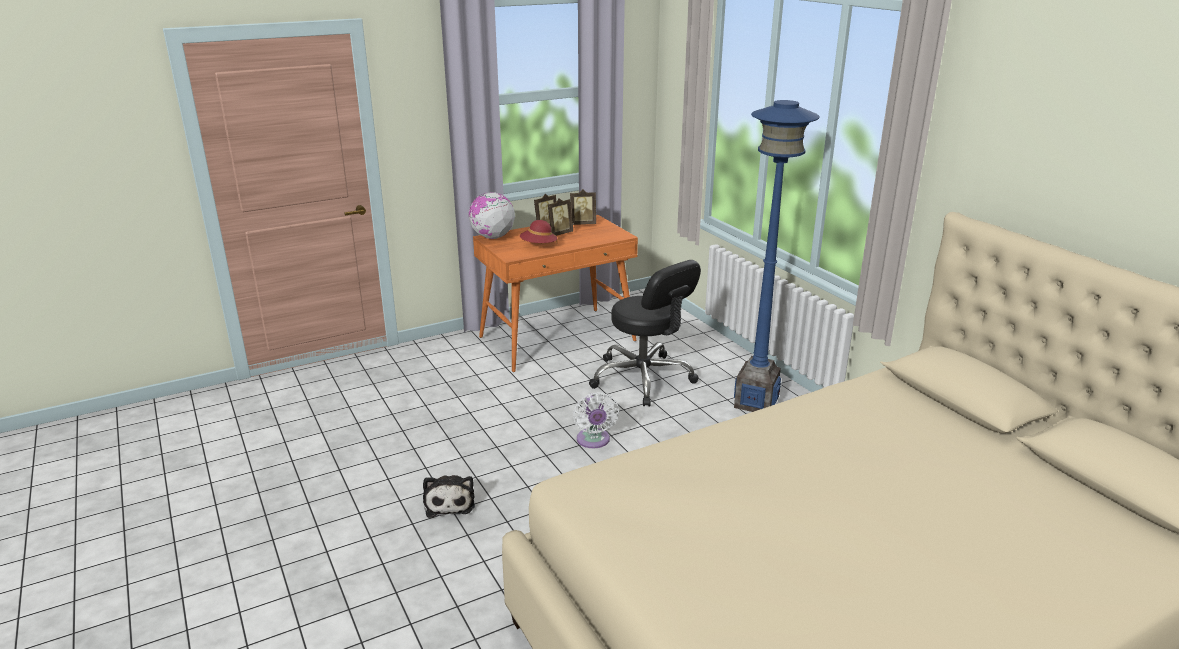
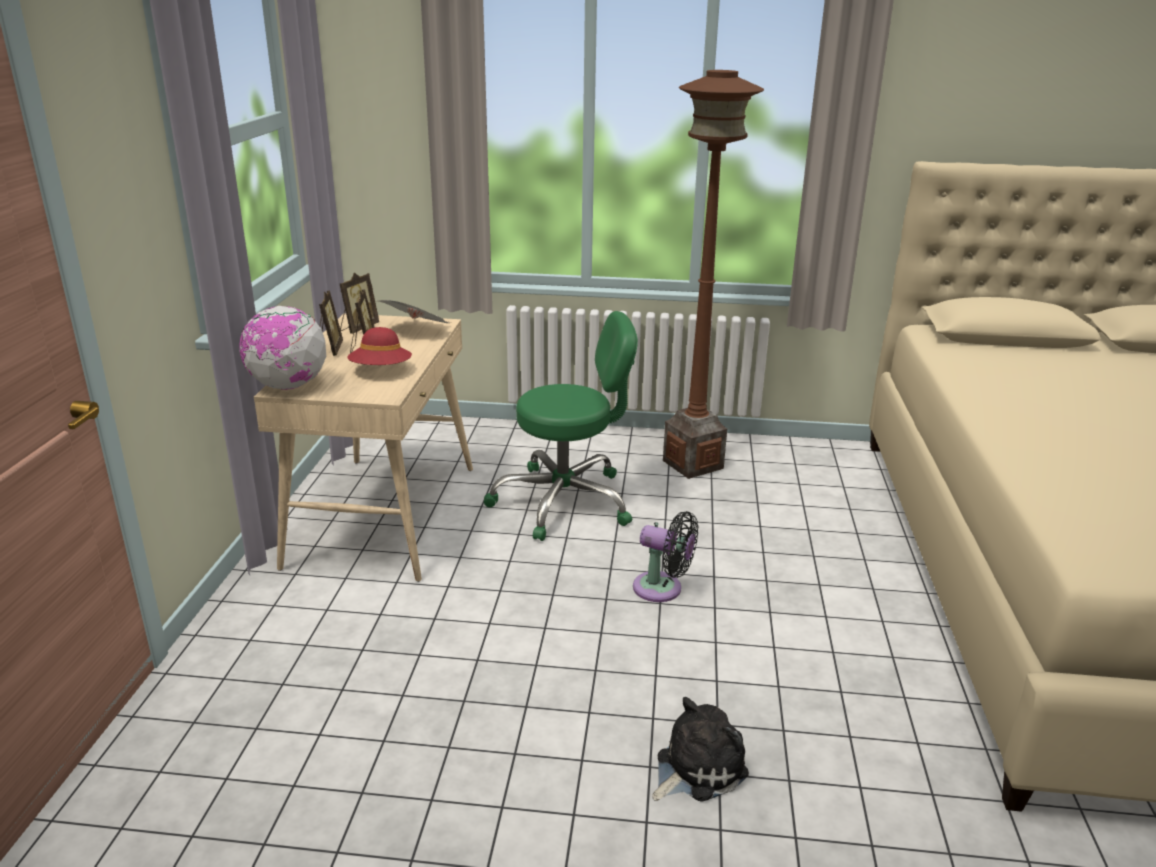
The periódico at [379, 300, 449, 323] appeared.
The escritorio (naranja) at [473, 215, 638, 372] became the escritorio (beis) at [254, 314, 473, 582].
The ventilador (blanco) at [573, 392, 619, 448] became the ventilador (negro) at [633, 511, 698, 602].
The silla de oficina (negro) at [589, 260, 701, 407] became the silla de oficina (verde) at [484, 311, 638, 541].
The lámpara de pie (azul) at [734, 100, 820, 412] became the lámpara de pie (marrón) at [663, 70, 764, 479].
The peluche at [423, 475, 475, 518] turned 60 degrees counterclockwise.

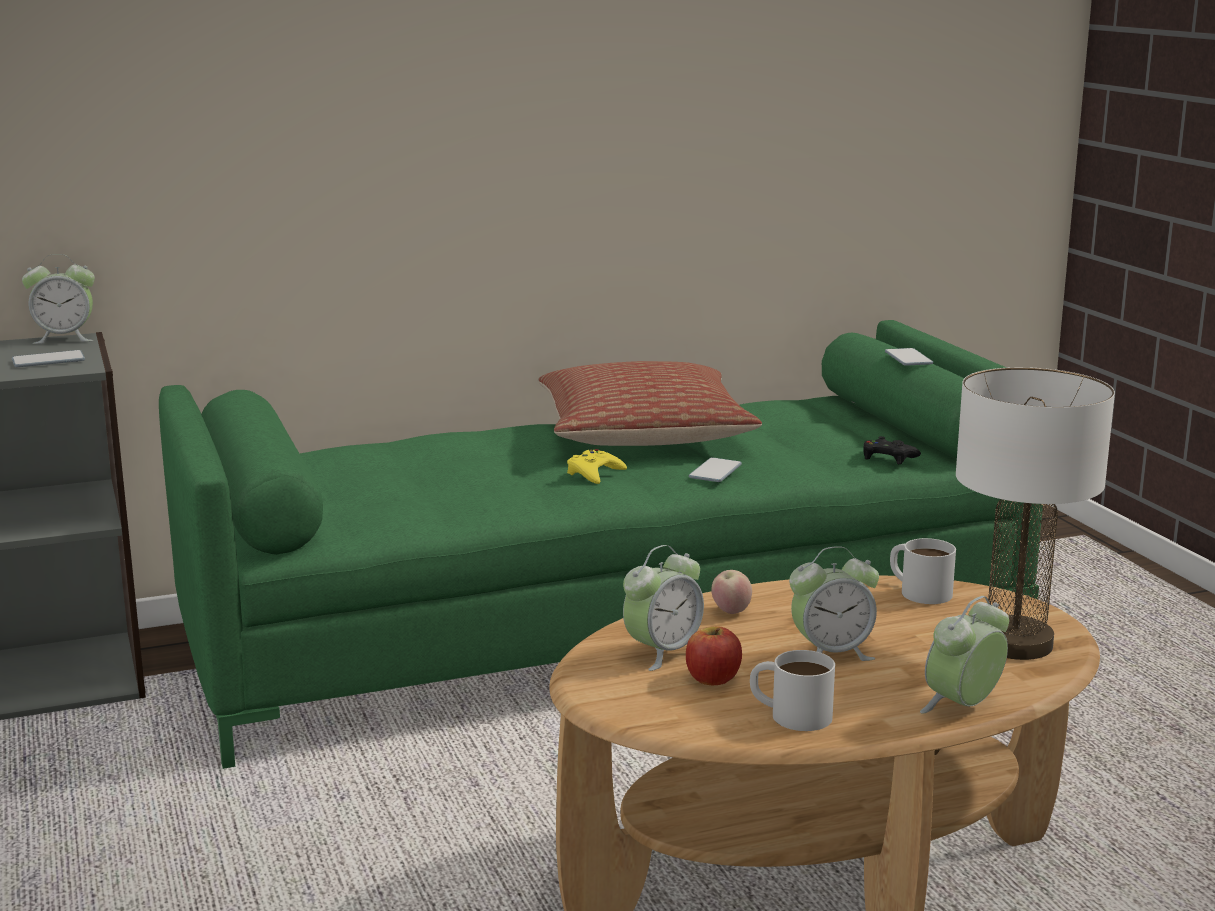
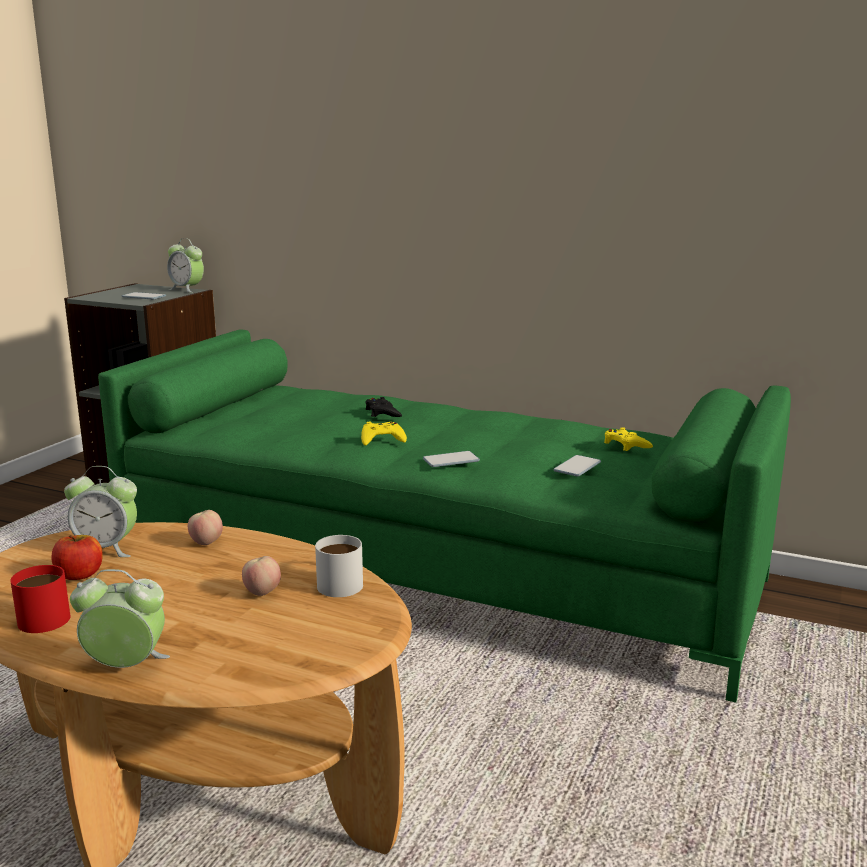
The cojín at [538, 361, 762, 446] disappeared.
The despertador at [789, 546, 879, 661] disappeared.
The lámpara de mesa at [956, 367, 1115, 660] disappeared.
The manzana at [242, 556, 281, 596] appeared.
The mando de consola (amarillo) at [604, 427, 653, 451] appeared.
The mando de consola (negro) moved from [863, 436, 921, 464] to [365, 397, 402, 417].
The móvil moved from [885, 348, 933, 366] to [553, 455, 601, 476].
The taza grande (blanco) at [750, 650, 835, 731] became the taza grande (rojo) at [10, 565, 70, 633].

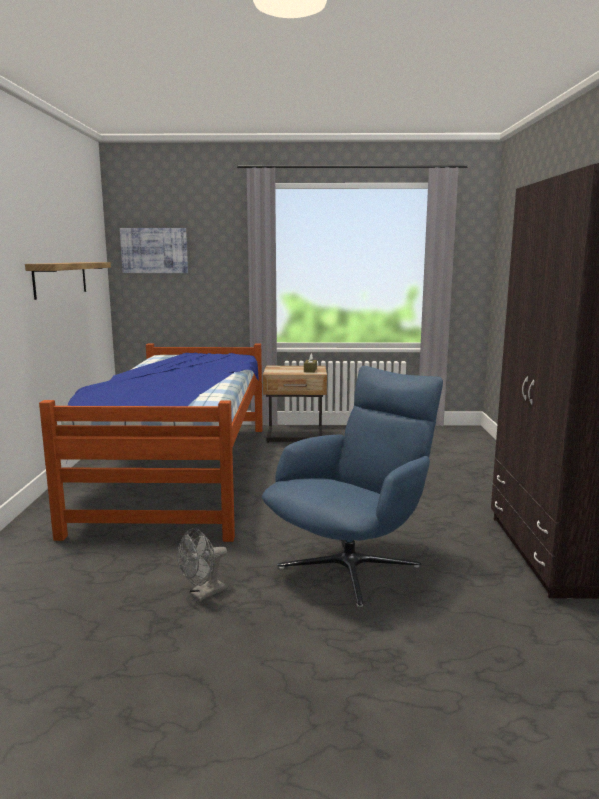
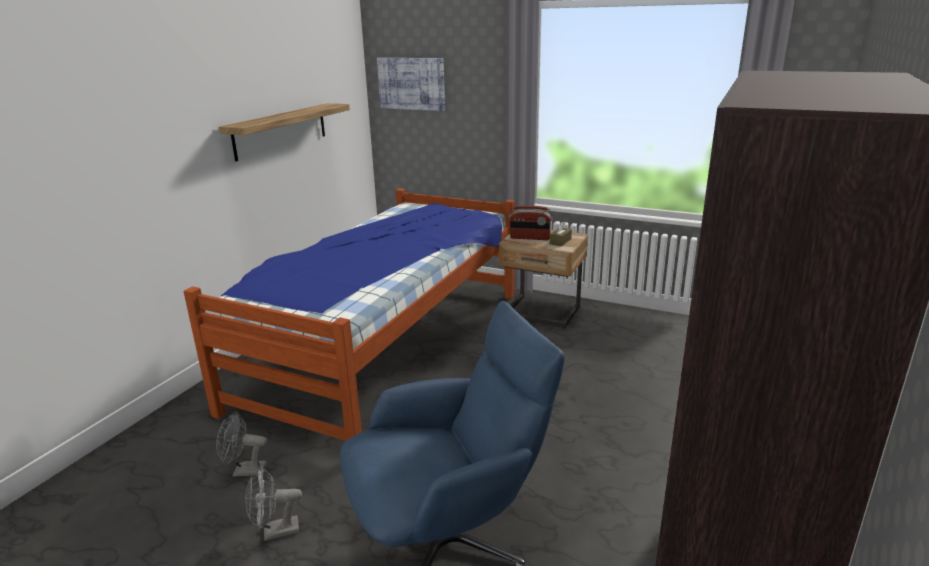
The ventilador (gris) at [216, 412, 267, 477] appeared.
The radio at [509, 206, 552, 240] appeared.

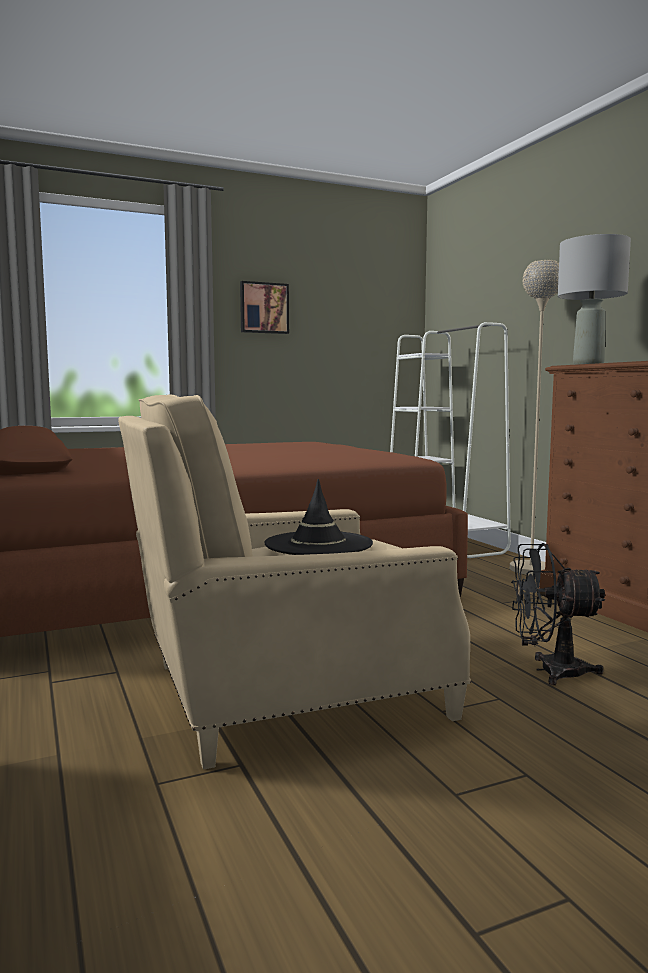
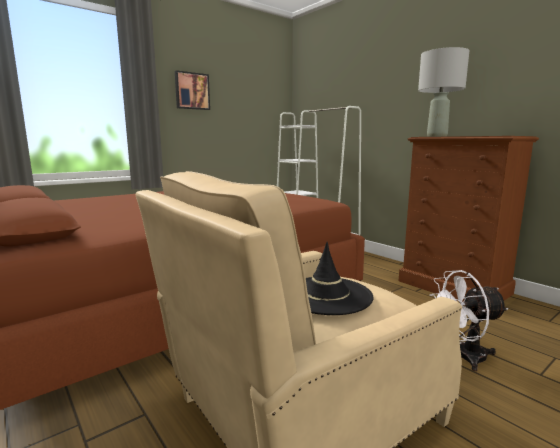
The lámpara de pie (beis) at [510, 260, 559, 575] disappeared.
The ventilador (negro) at [511, 543, 605, 685] became the ventilador (blanco) at [430, 270, 508, 371].

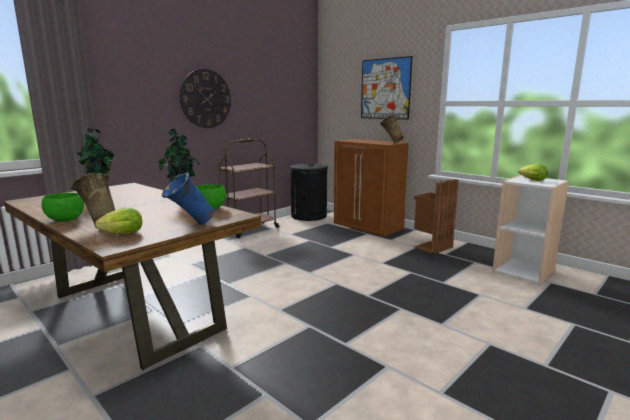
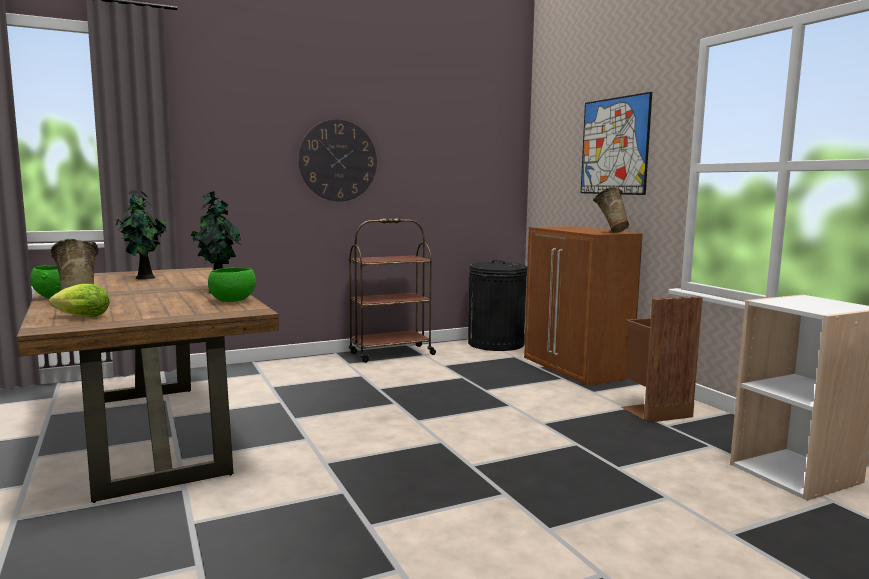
The florero (azul) at [162, 172, 215, 225] disappeared.
The lechuga at [518, 164, 548, 181] disappeared.

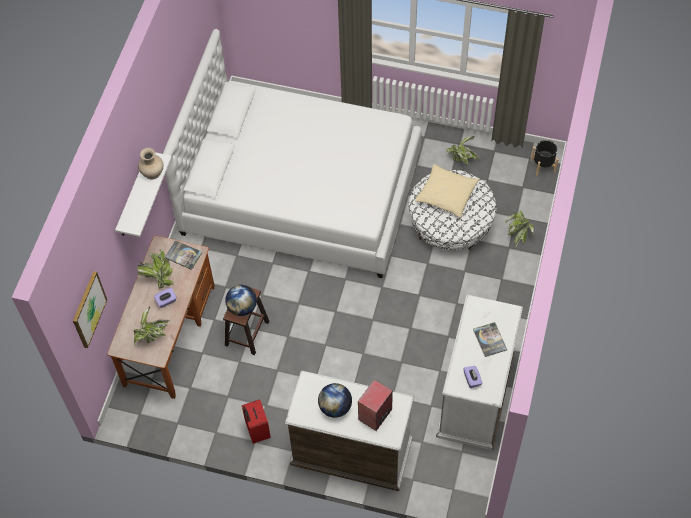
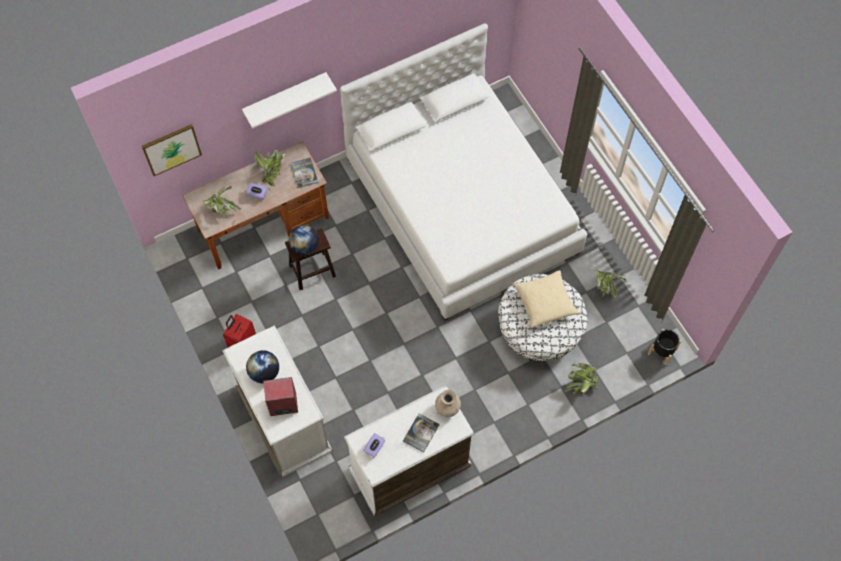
The florero (beis) moved from [138, 148, 164, 179] to [435, 390, 461, 417].

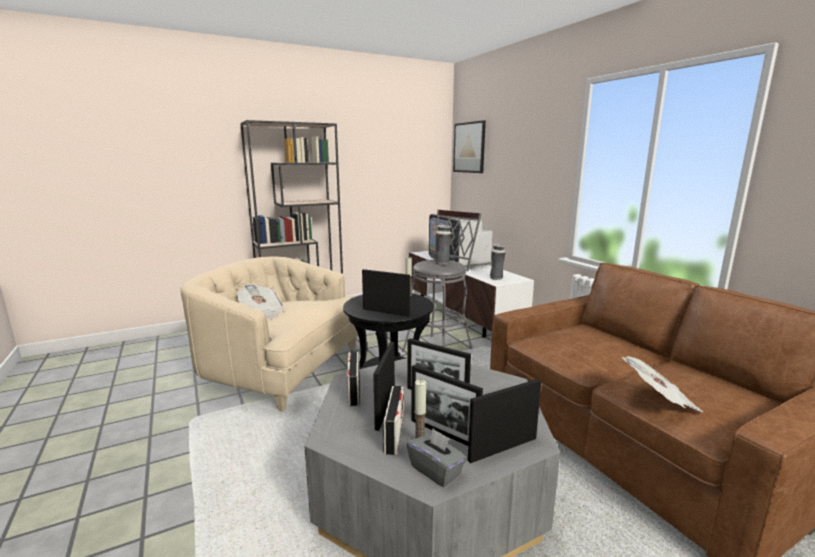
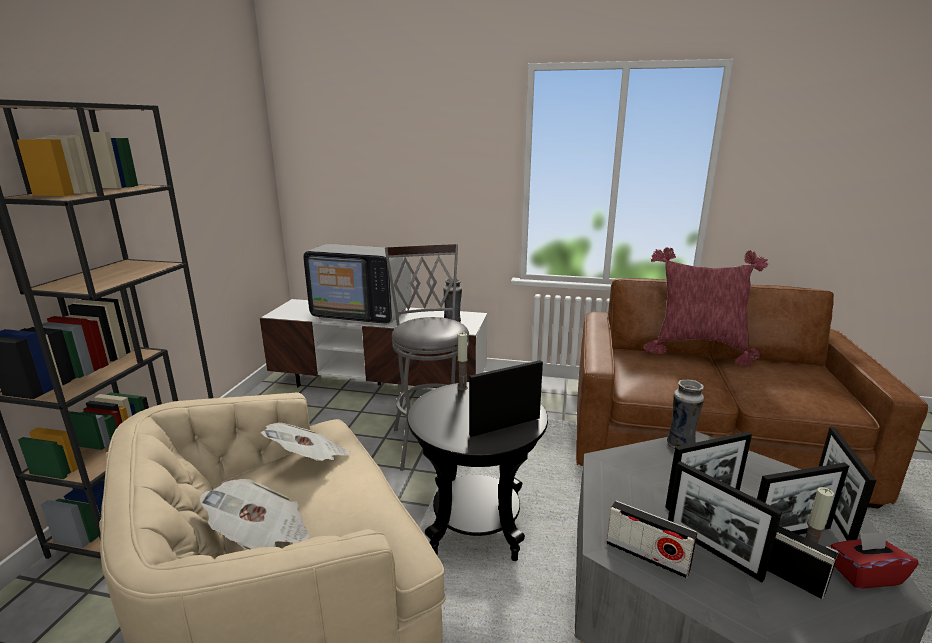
The cuadro at [453, 120, 486, 173] disappeared.
The cojín (rojo) at [643, 247, 768, 366] appeared.
The florero moved from [435, 225, 451, 265] to [667, 379, 704, 449].
The periódico moved from [622, 356, 703, 412] to [260, 422, 351, 461].
The caja de pañuelos (gris) at [407, 428, 467, 487] became the caja de pañuelos (rojo) at [831, 532, 918, 589].

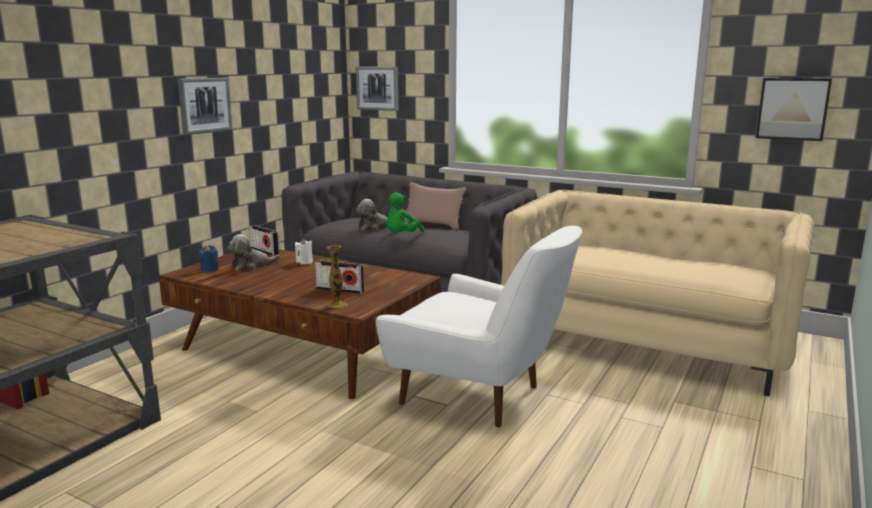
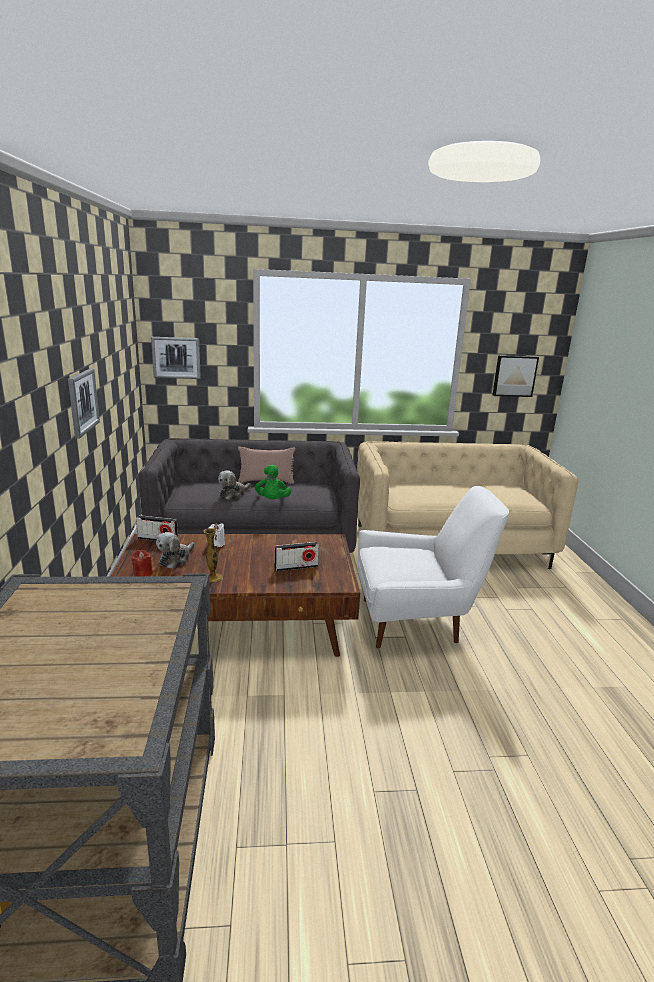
The florero moved from [326, 245, 348, 308] to [203, 528, 223, 582].
The vela (azul) at [199, 245, 219, 272] became the vela (rojo) at [131, 550, 153, 576].

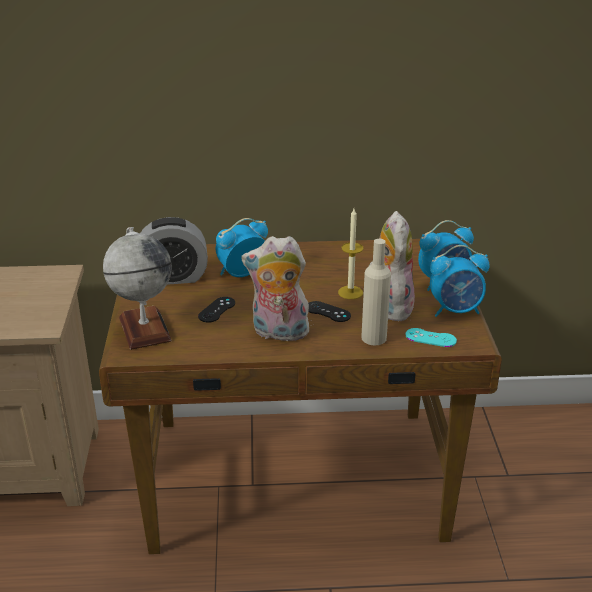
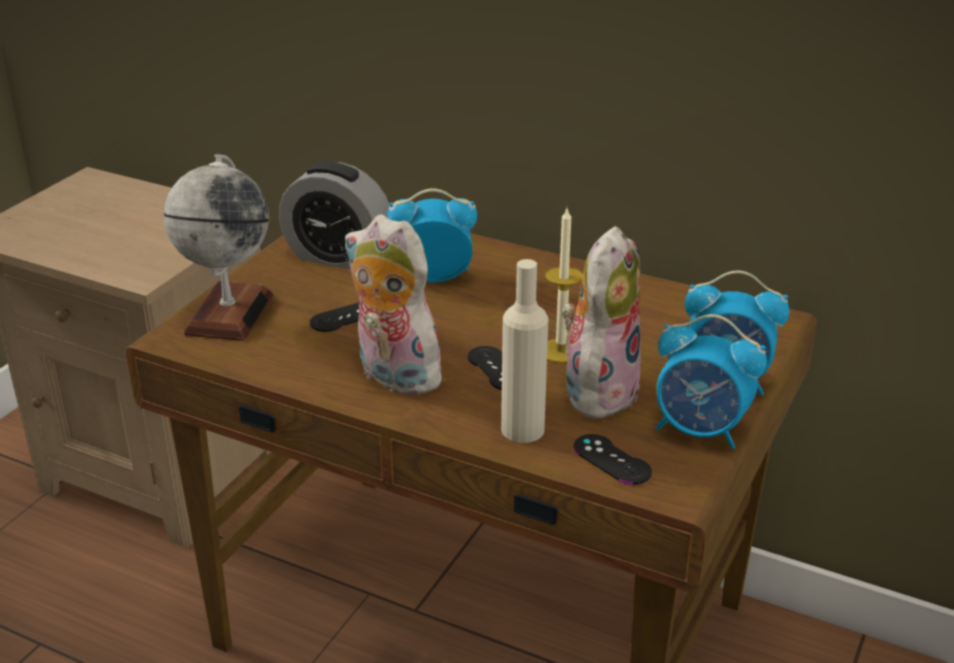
The mando de consola (turquesa) at [405, 328, 457, 347] became the mando de consola (negro) at [574, 434, 652, 485].

